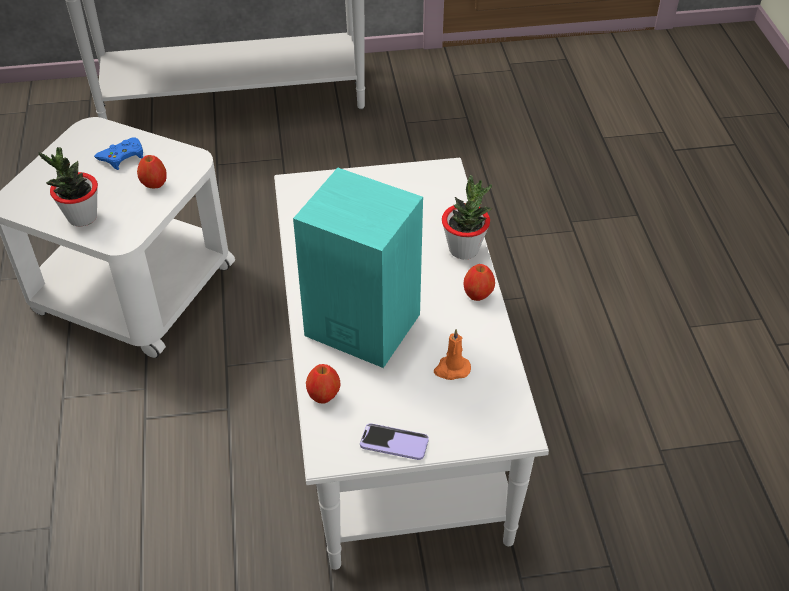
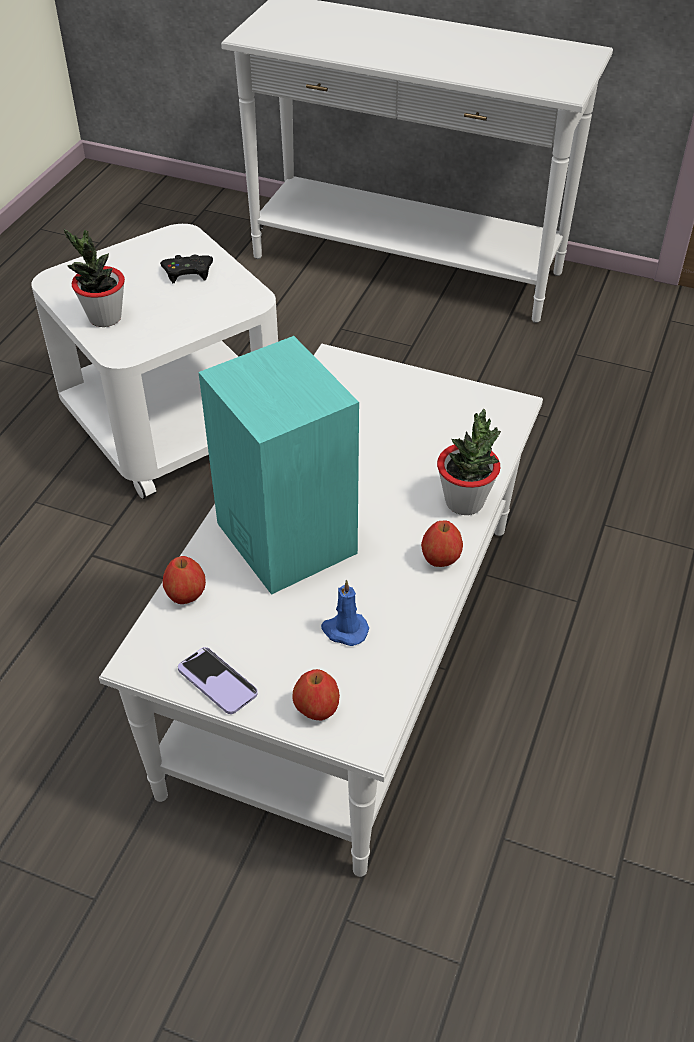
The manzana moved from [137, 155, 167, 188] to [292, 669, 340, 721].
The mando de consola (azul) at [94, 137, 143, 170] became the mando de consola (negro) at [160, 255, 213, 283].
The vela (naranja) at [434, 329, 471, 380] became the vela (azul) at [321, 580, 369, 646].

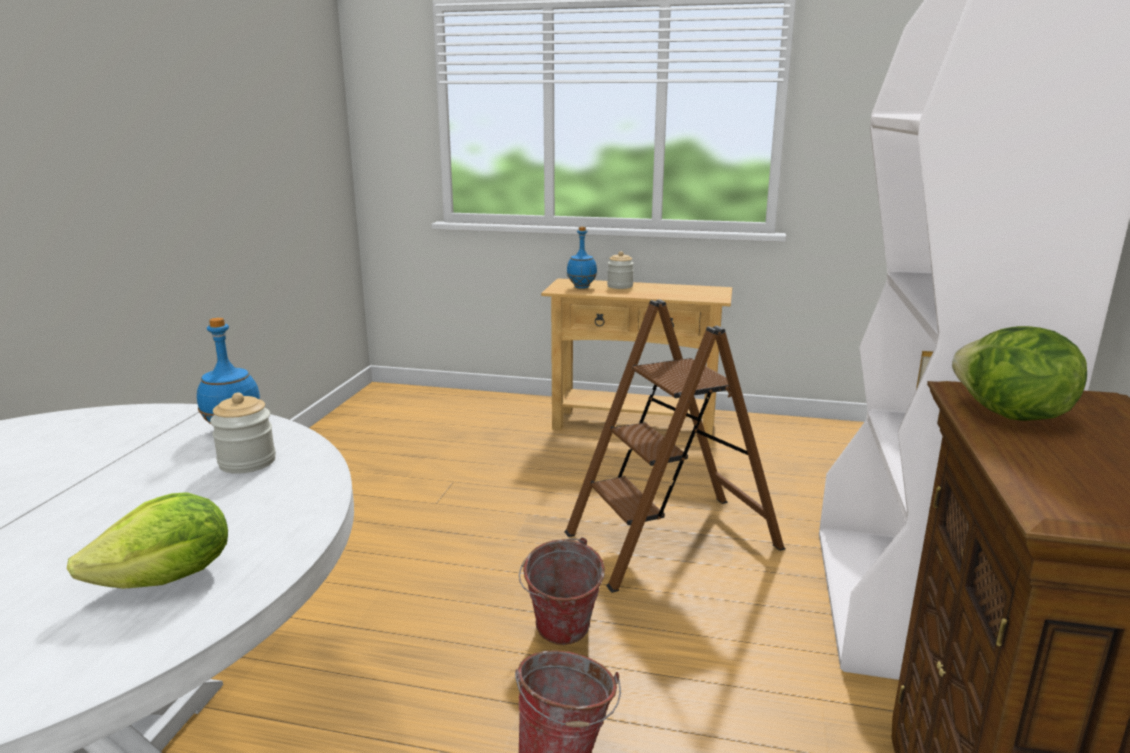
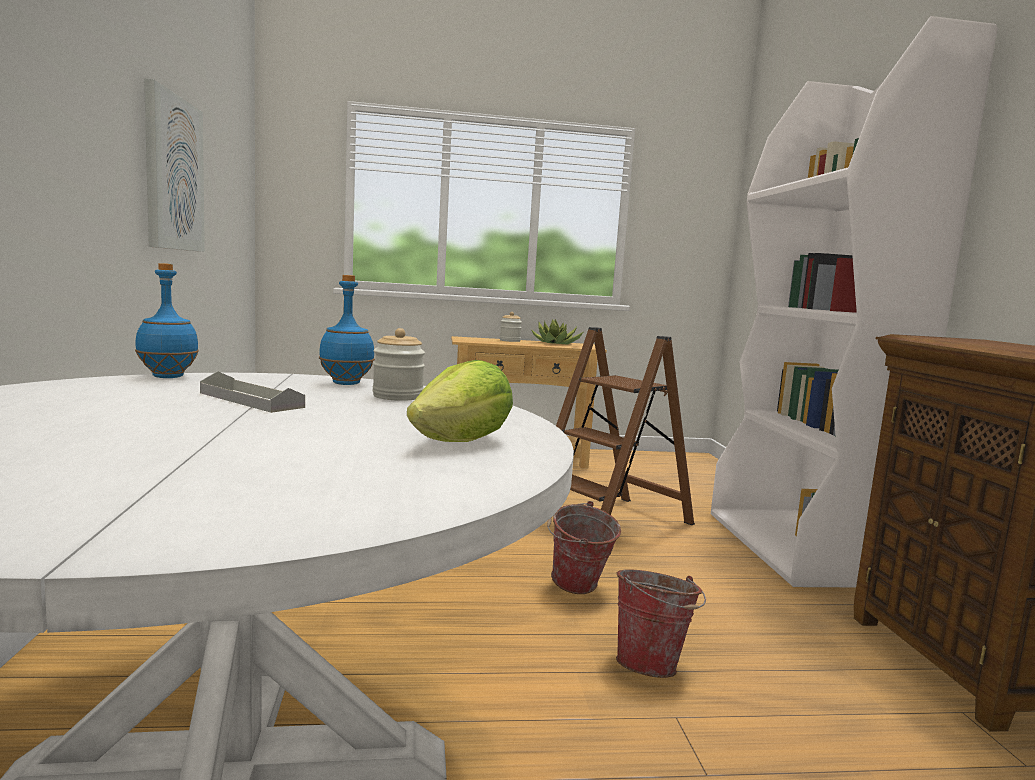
The lechuga at [952, 326, 1087, 421] disappeared.
The cuadro at [144, 78, 205, 252] appeared.
The bandeja (gris) at [200, 371, 305, 413] appeared.
The planta en maceta at [531, 319, 583, 345] appeared.
The botella (azul) moved from [567, 226, 597, 289] to [135, 263, 199, 378].

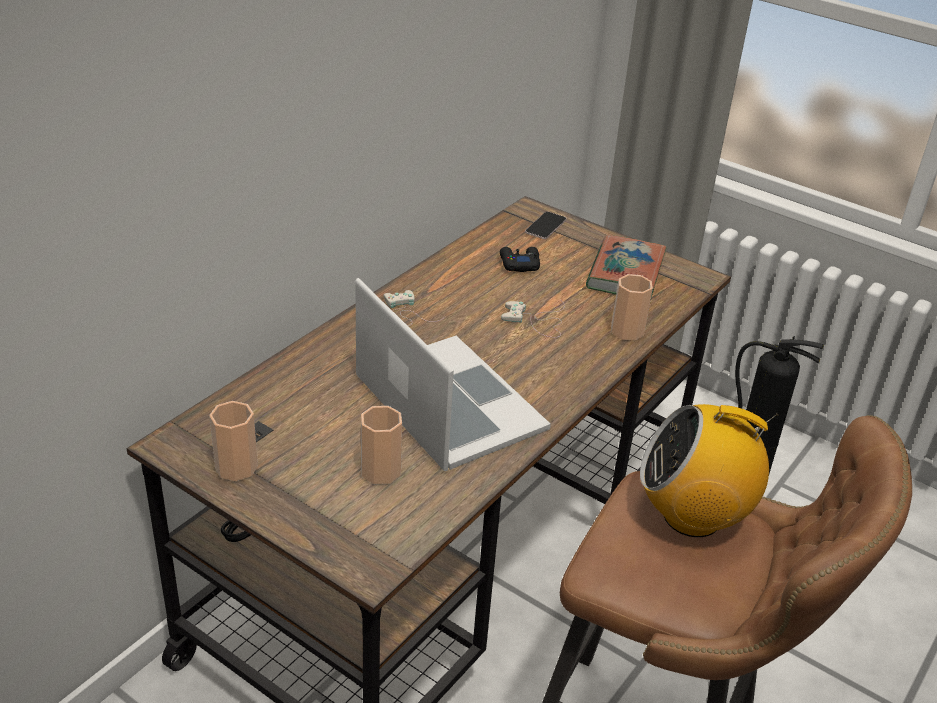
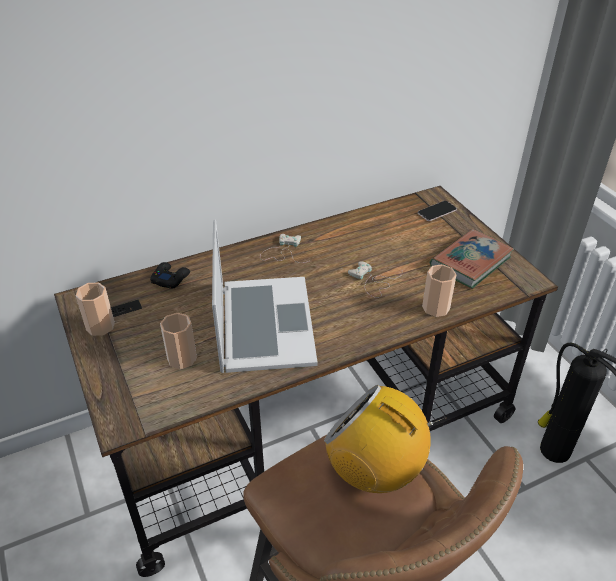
The mando de consola (negro) moved from [500, 247, 540, 272] to [150, 262, 190, 289].

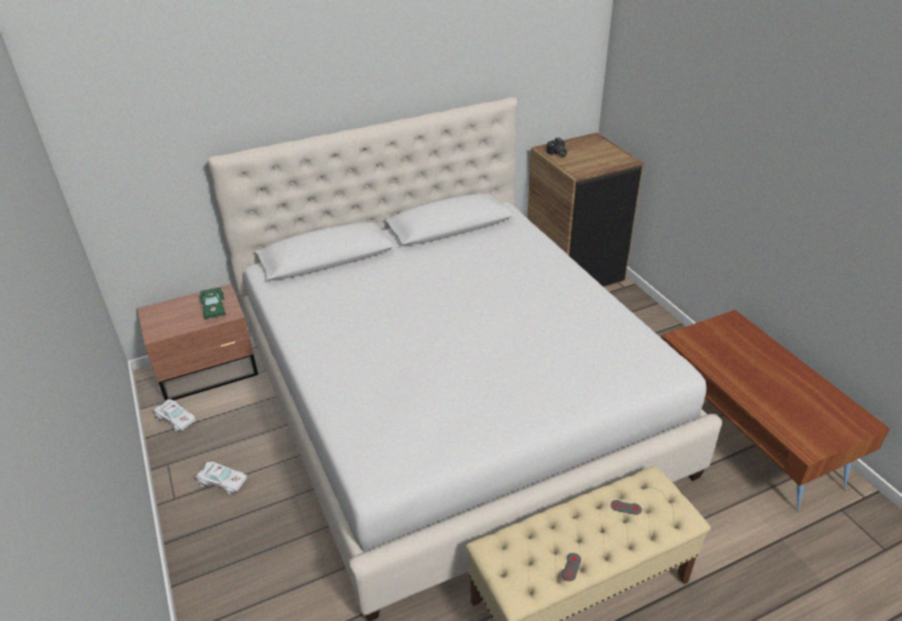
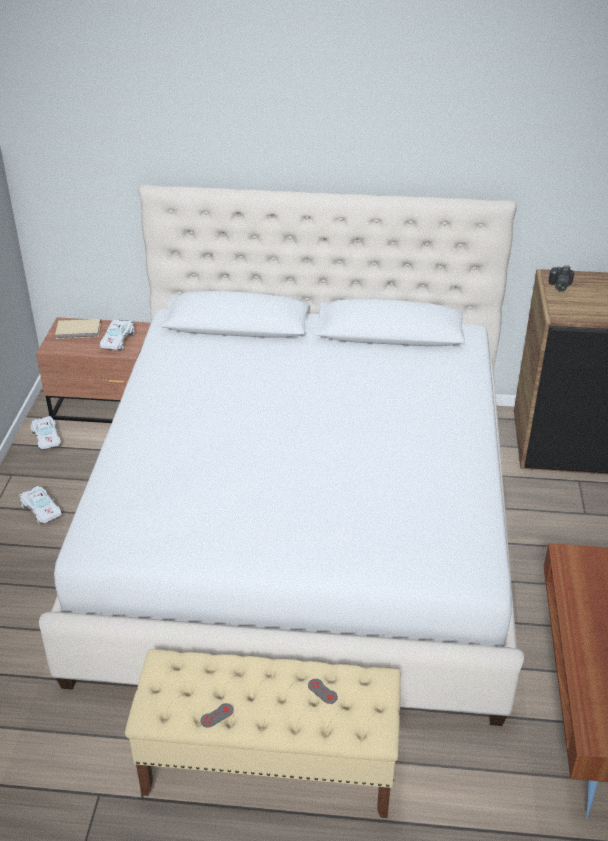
The libro (beis) at [55, 319, 101, 339] appeared.
The coche de juguete (verde) at [199, 287, 226, 319] became the coche de juguete (blanco) at [100, 319, 135, 350].

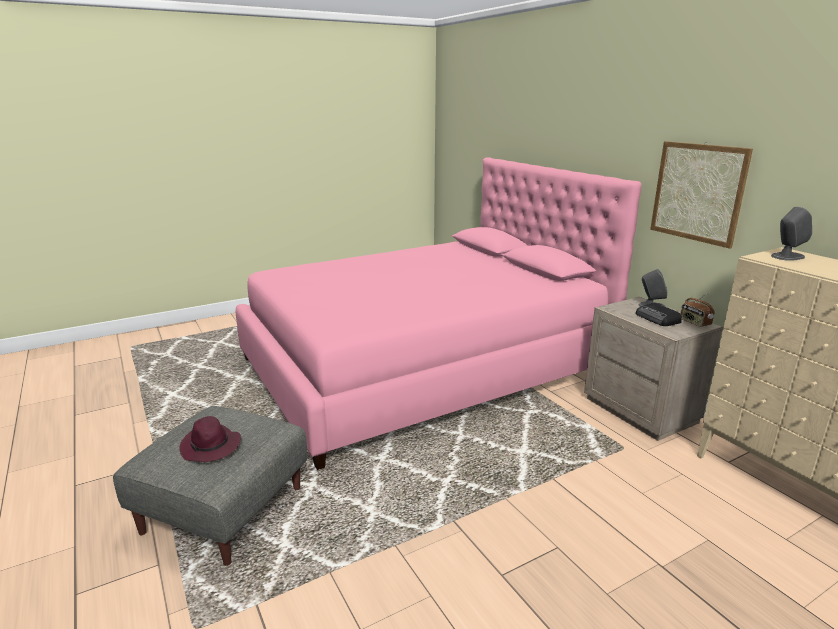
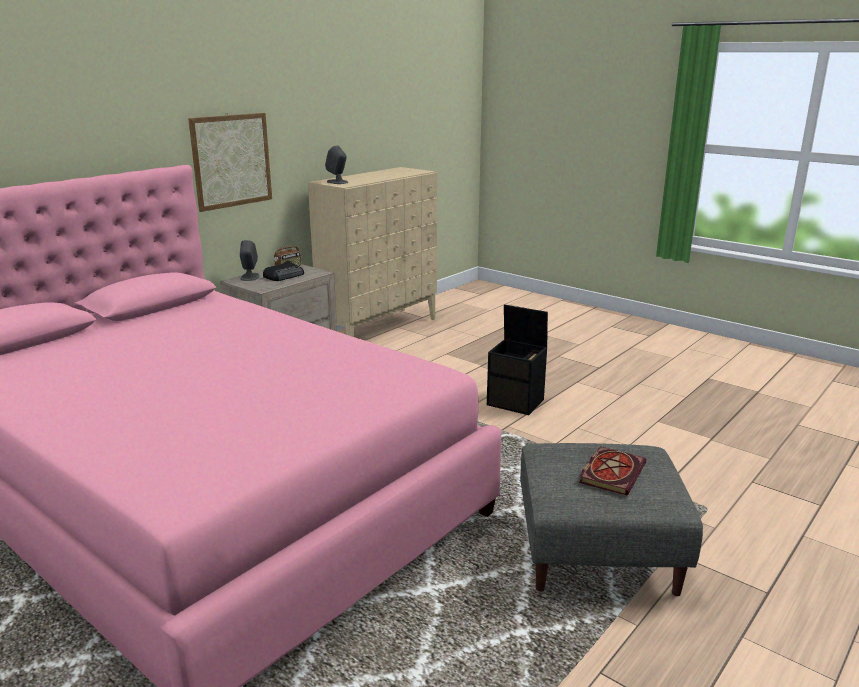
The caja de almacenaje (negro) at [487, 304, 548, 415] appeared.
The sombrero (morado) at [179, 416, 241, 462] was replaced by the libro at [579, 446, 646, 495].

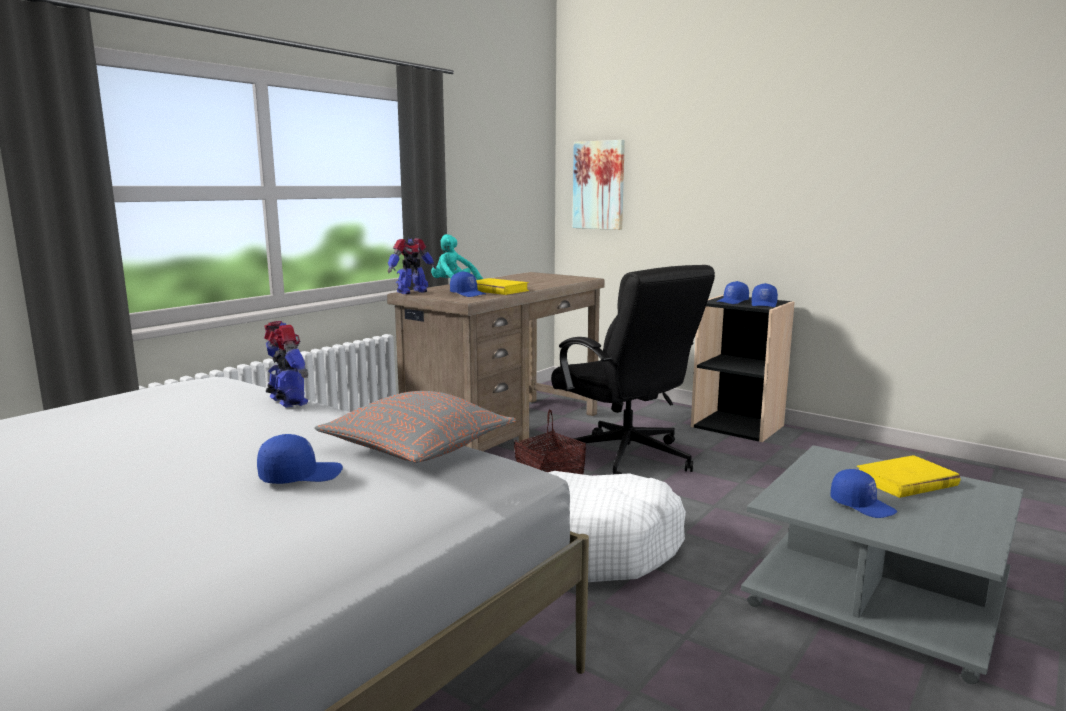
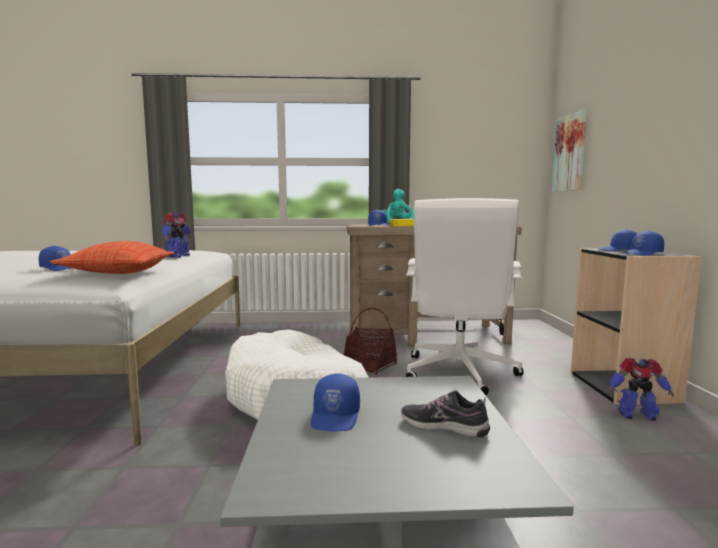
The robot de juguete moved from [388, 238, 436, 294] to [608, 358, 674, 421].
The libro (amarillo) at [857, 455, 960, 498] was replaced by the zapato at [401, 390, 490, 438].
The cojín (gris) at [314, 391, 516, 463] became the cojín (naranja) at [50, 241, 174, 274].
The silla de oficina (negro) at [551, 265, 715, 474] became the silla de oficina (blanco) at [406, 198, 523, 395].

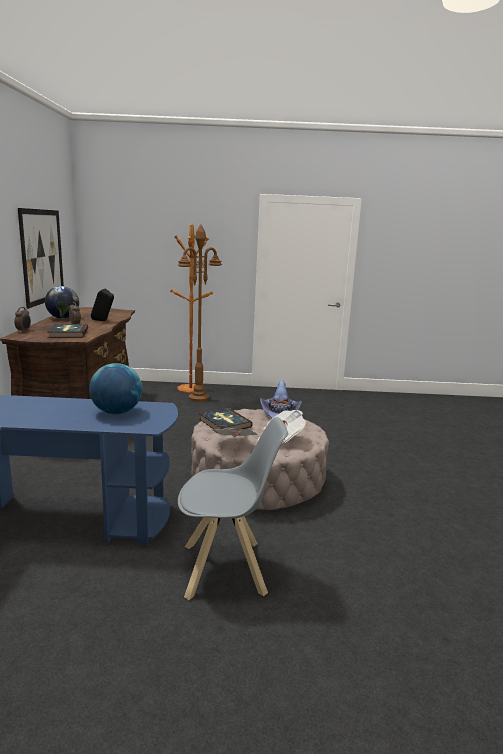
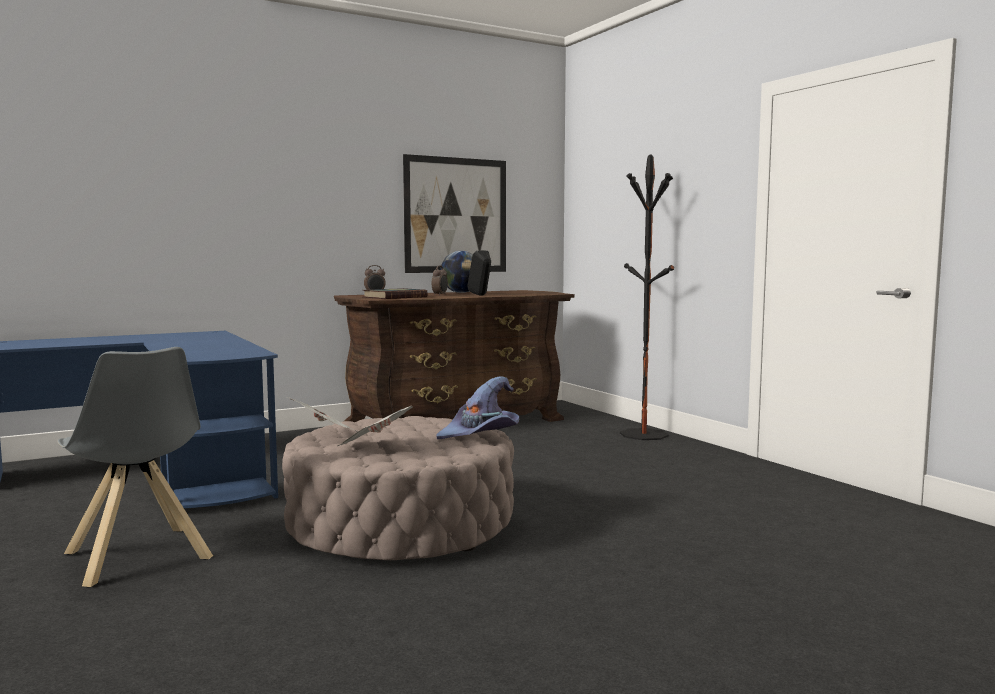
The globo terráqueo at [89, 363, 142, 414] disappeared.
The lámpara de pie (marrón) at [178, 224, 222, 402] disappeared.
The libro at [199, 408, 253, 430] disappeared.
The perchero (naranja) at [170, 223, 213, 393] became the perchero (negro) at [620, 154, 674, 440].

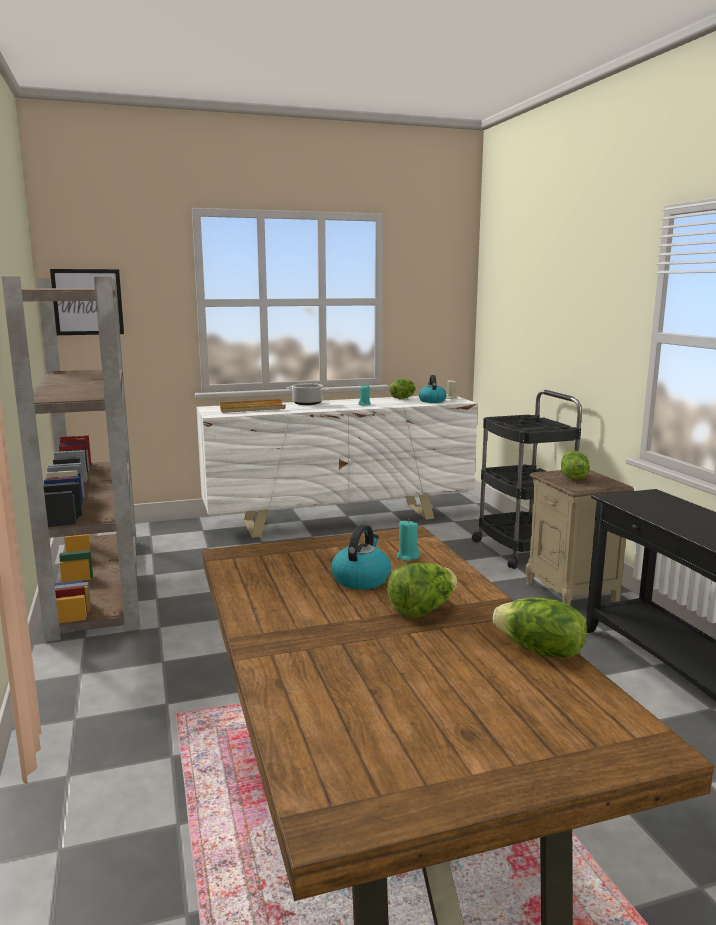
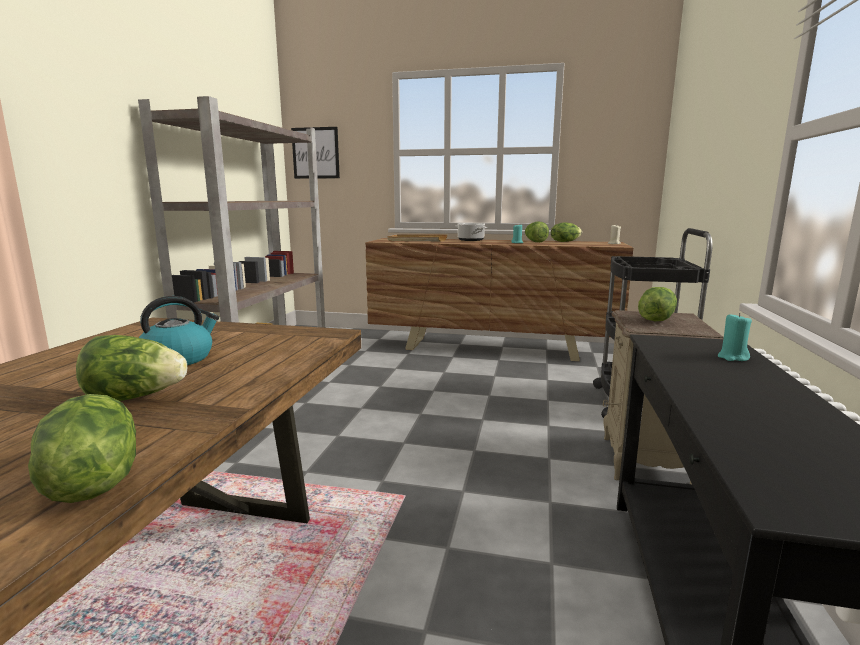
The hervidor at [419, 375, 446, 403] disappeared.
The lechuga at [525, 221, 549, 242] appeared.
The vela (turquesa) moved from [397, 519, 420, 561] to [718, 313, 752, 361].
The armario (blanco) at [197, 394, 478, 538] became the armario (marrón) at [365, 238, 633, 361].

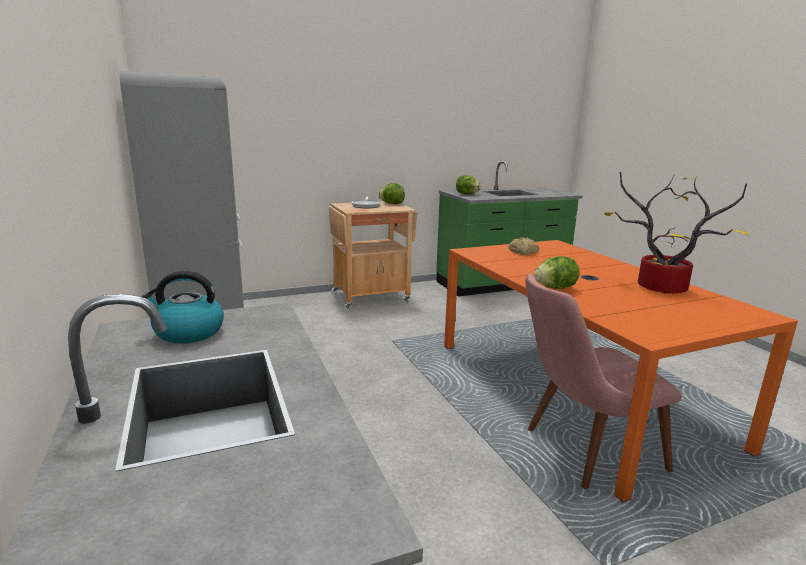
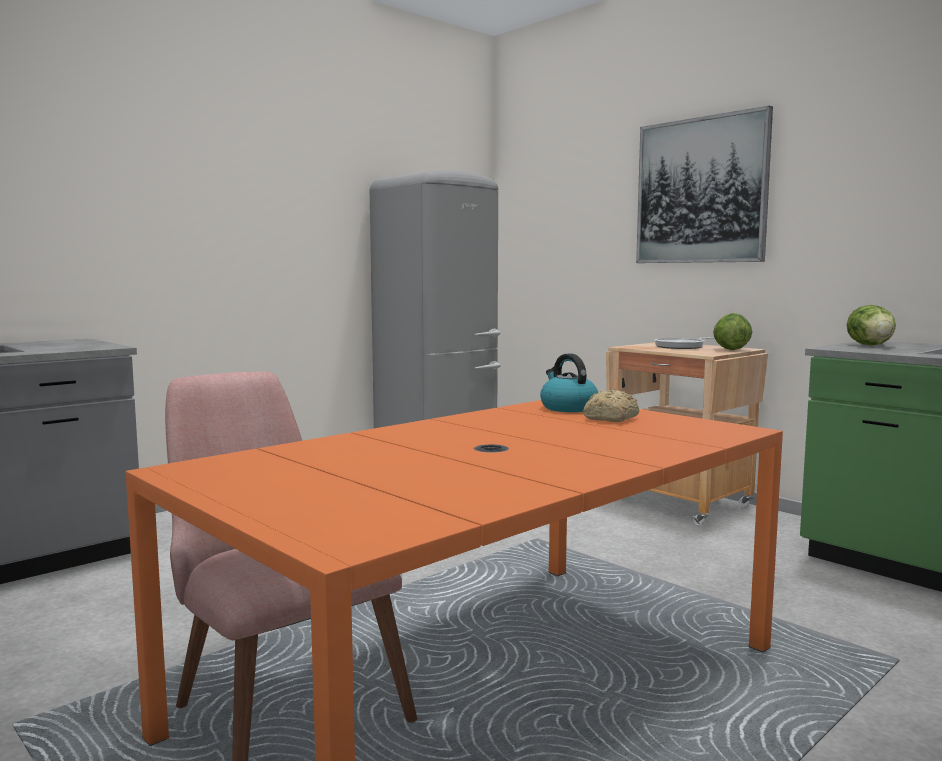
The lechuga at [534, 256, 580, 289] disappeared.
The planta en maceta at [604, 172, 749, 293] disappeared.
The cuadro at [636, 106, 773, 263] appeared.
The hervidor moved from [140, 271, 224, 343] to [540, 354, 598, 412].

